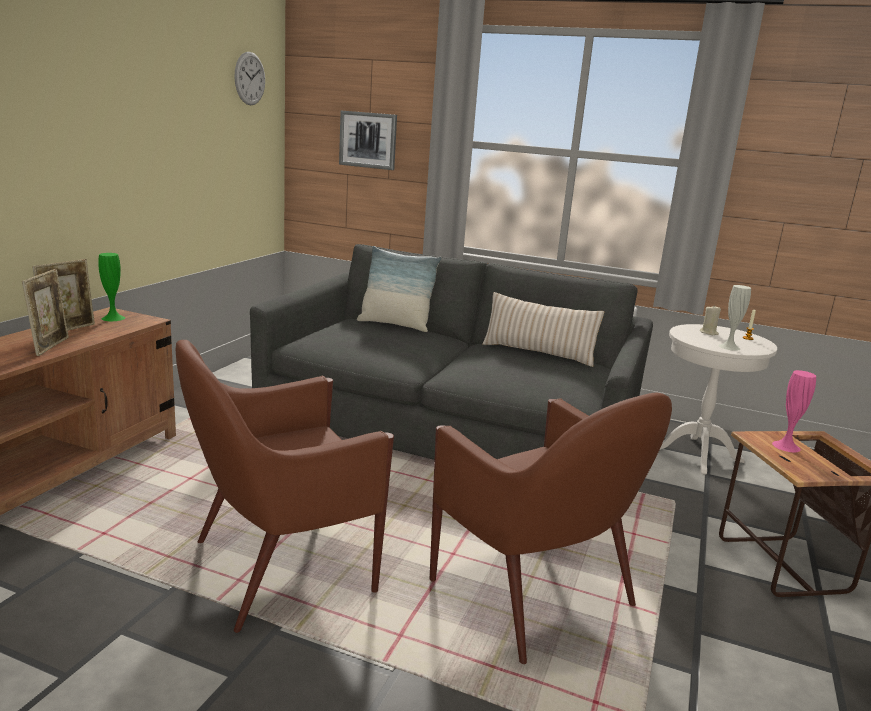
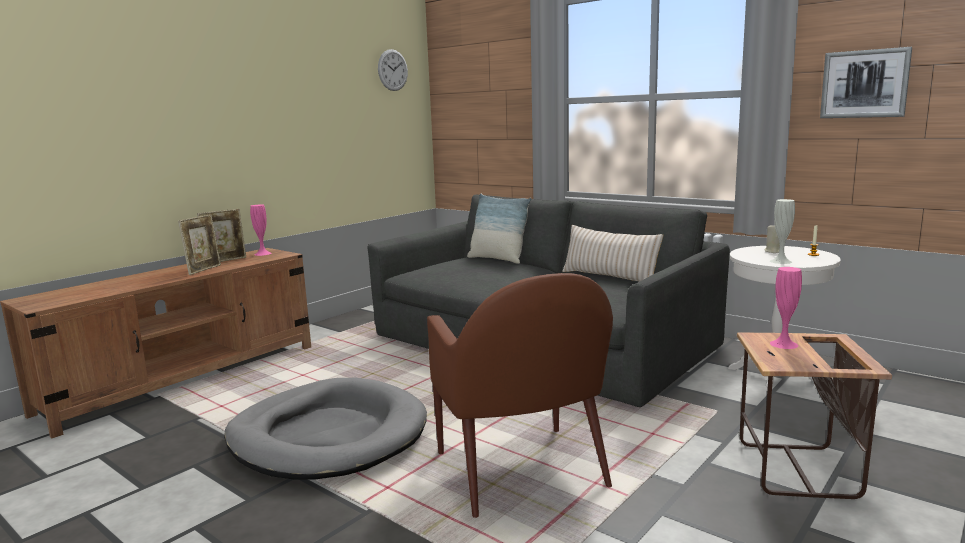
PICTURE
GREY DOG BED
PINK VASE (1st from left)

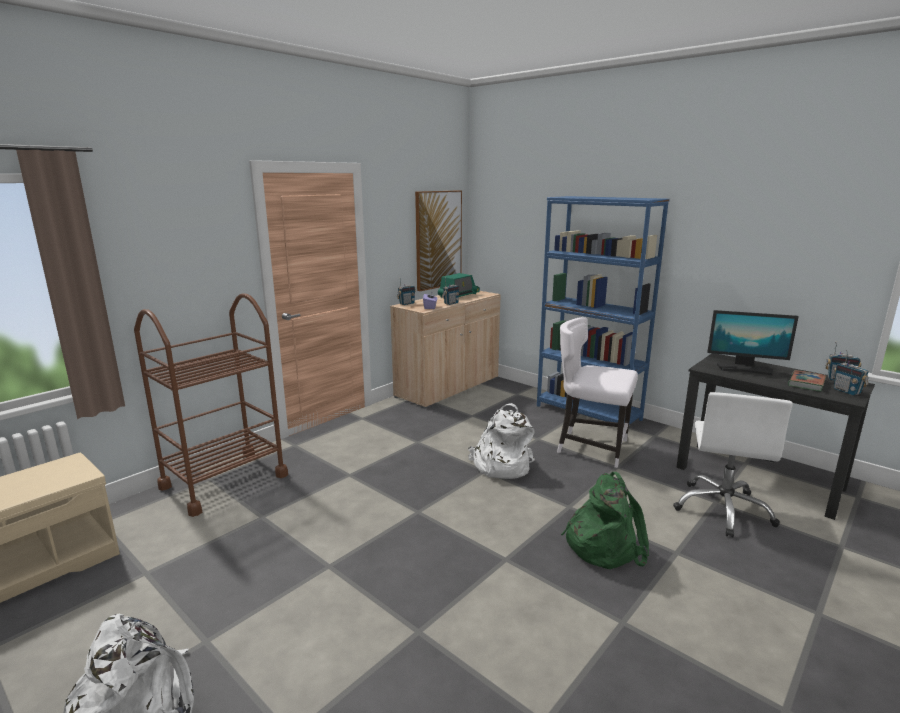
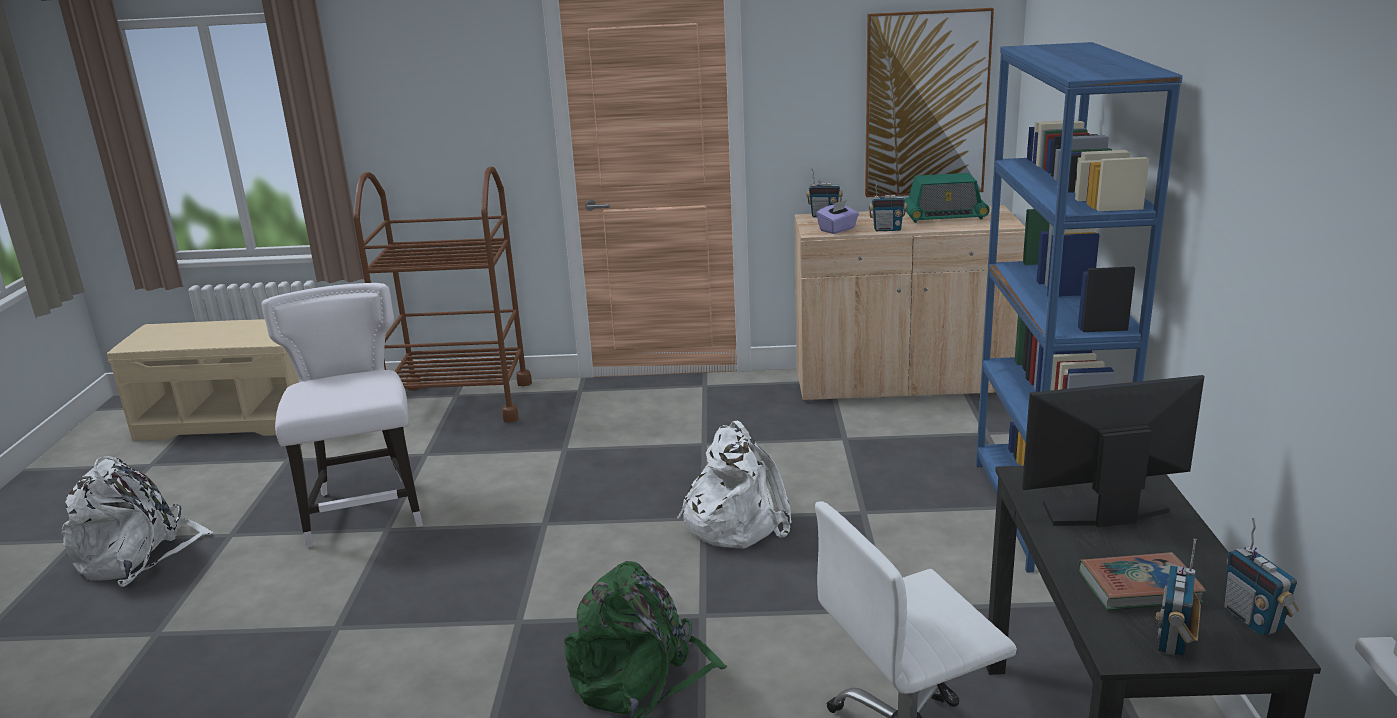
WHITE CHAIR
MONITOR

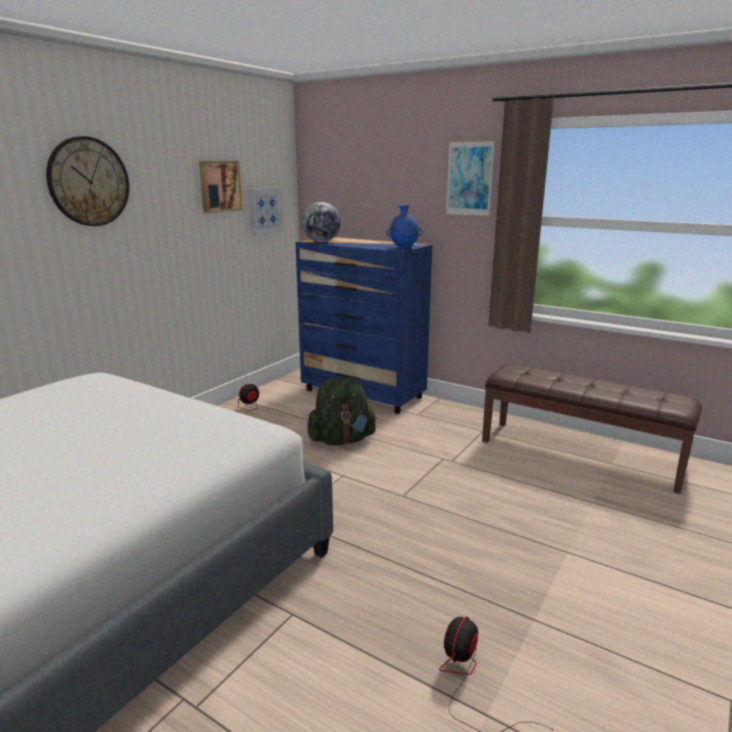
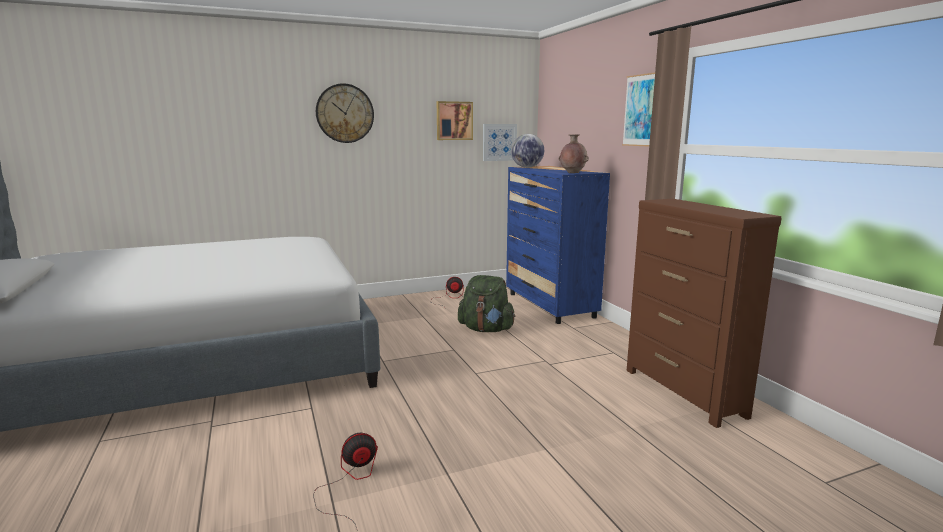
BROWN DRESSER
BROWN VASE

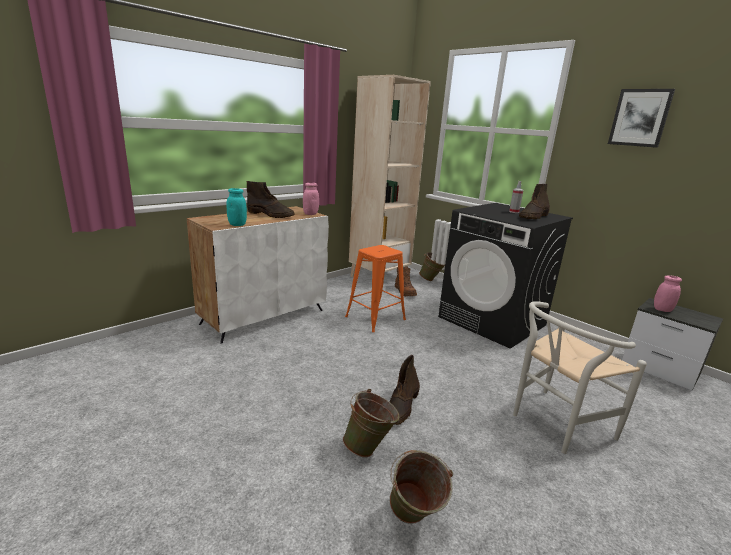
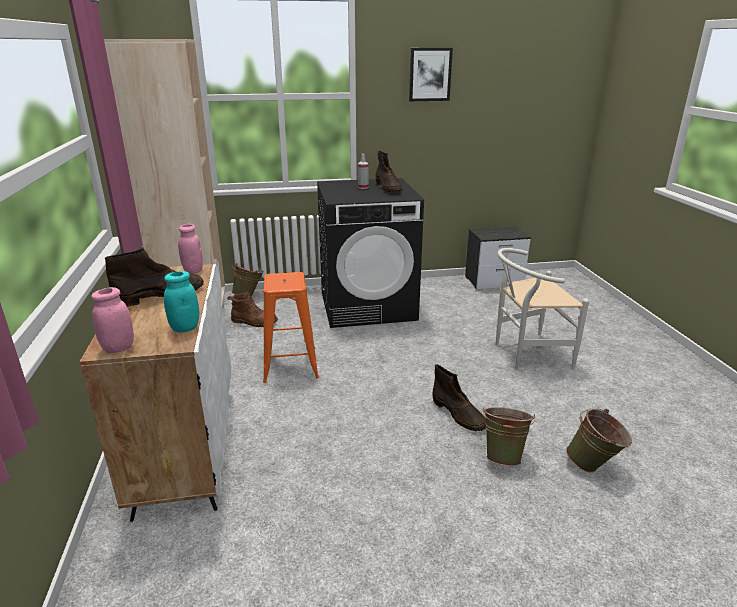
PINK JAR (1st from left)
WHITE CHAIR

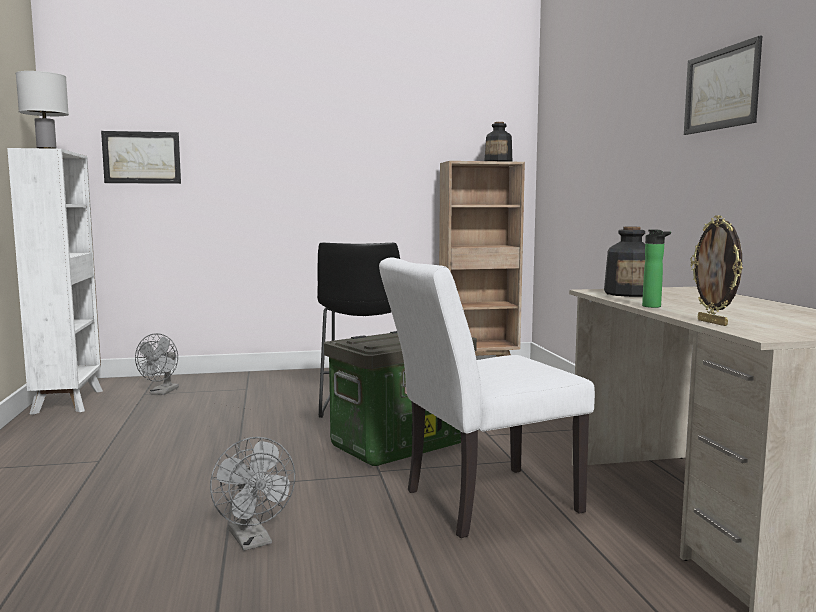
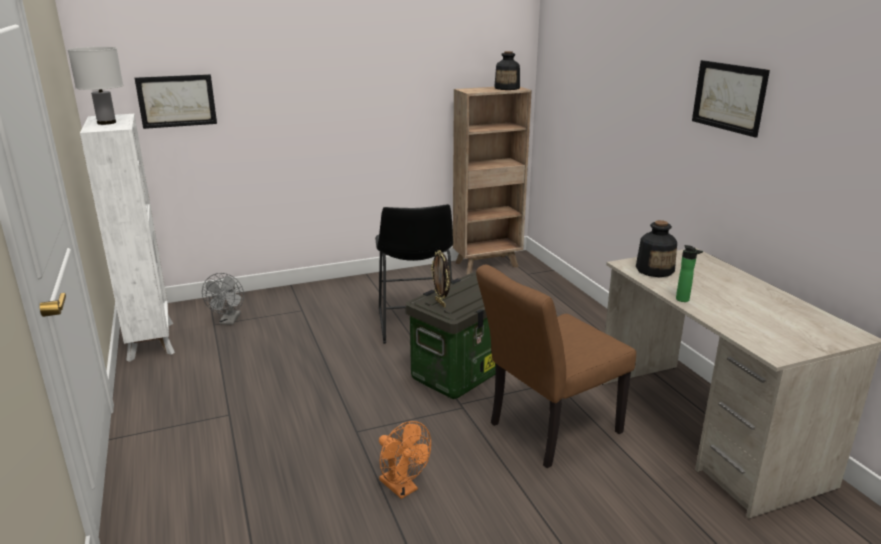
PICTURE FRAME
ORANGE FAN
BROWN CHAIR

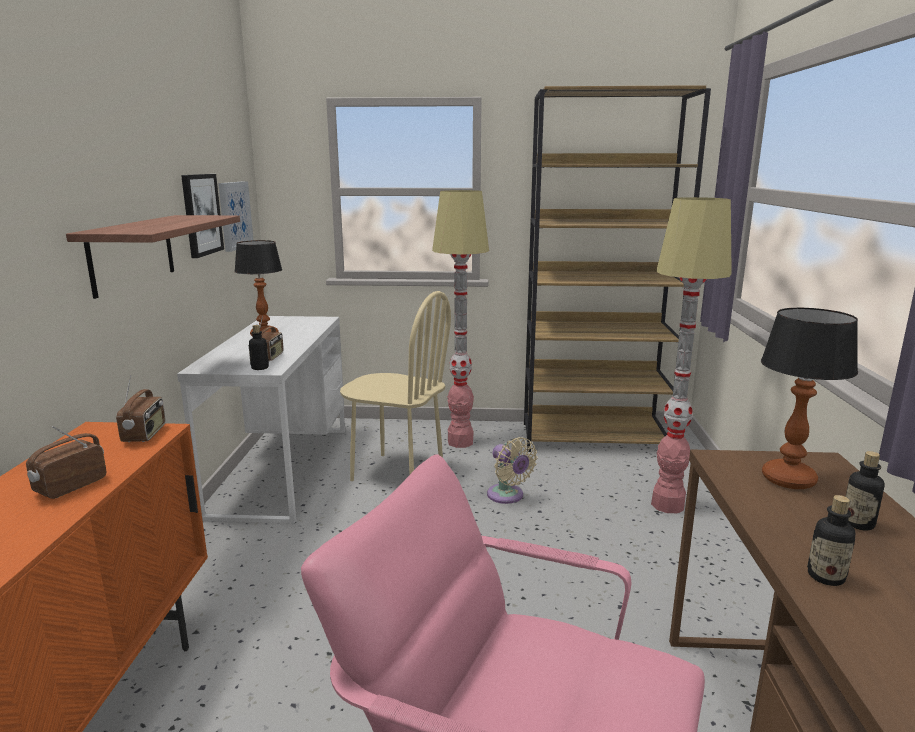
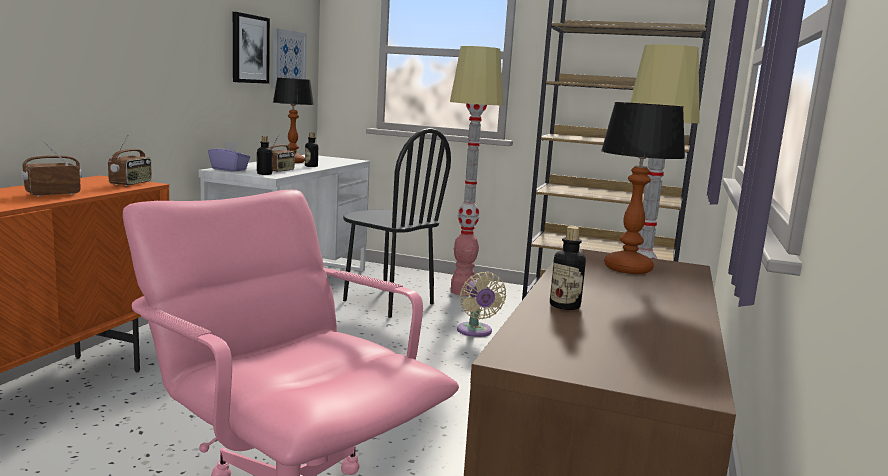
SHELF
PURPLE TISSUE BOX
BOTTLE (2nd from left)
BLACK CHAIR

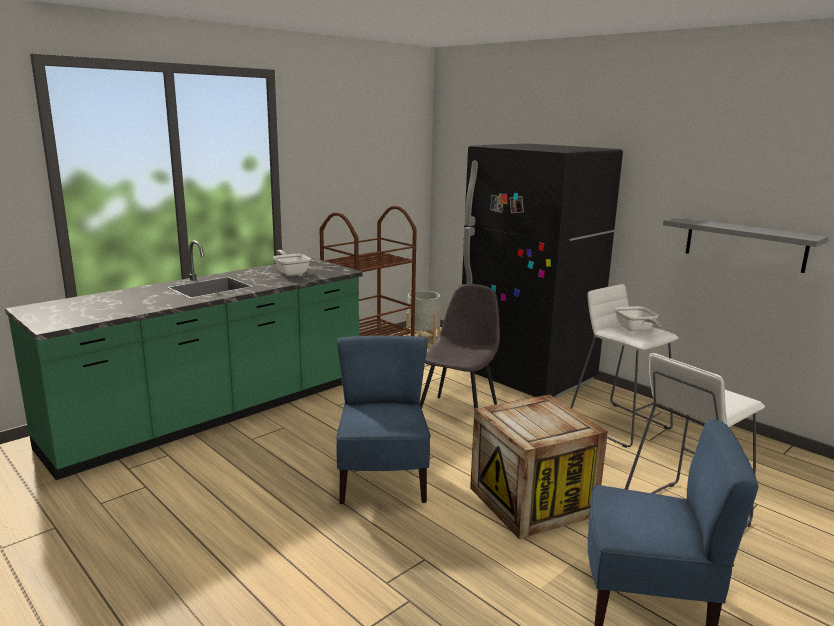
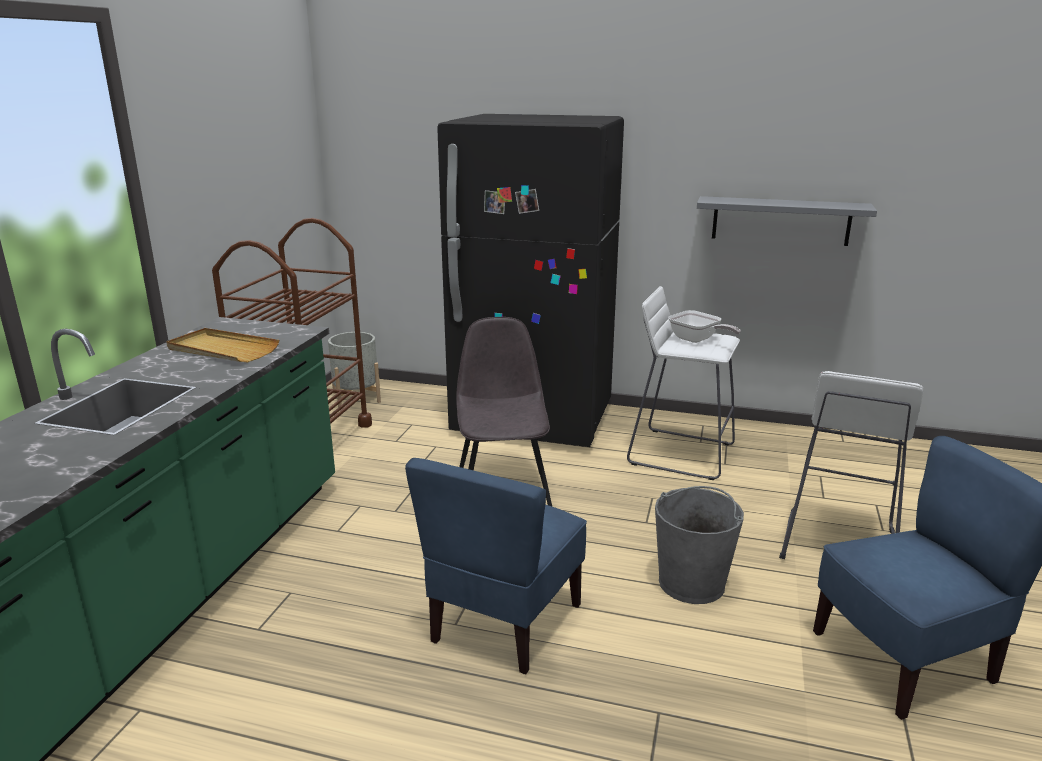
BEIGE TRAY
GREY BUCKET
BLUE CHAIR (1st from left)

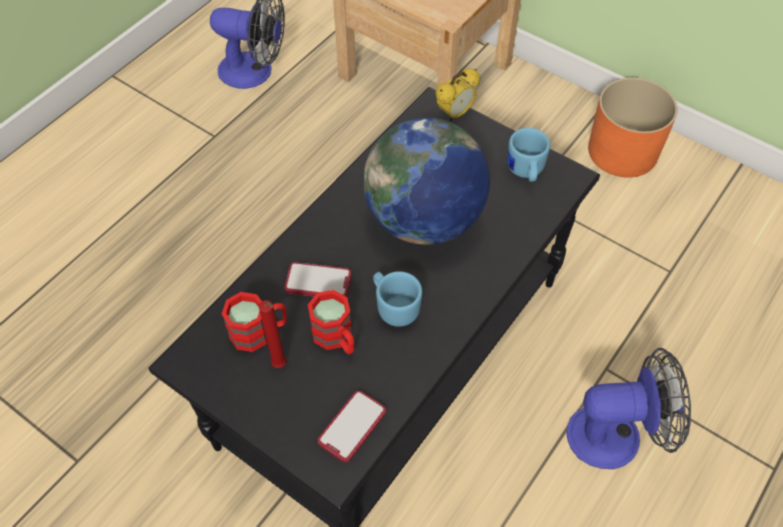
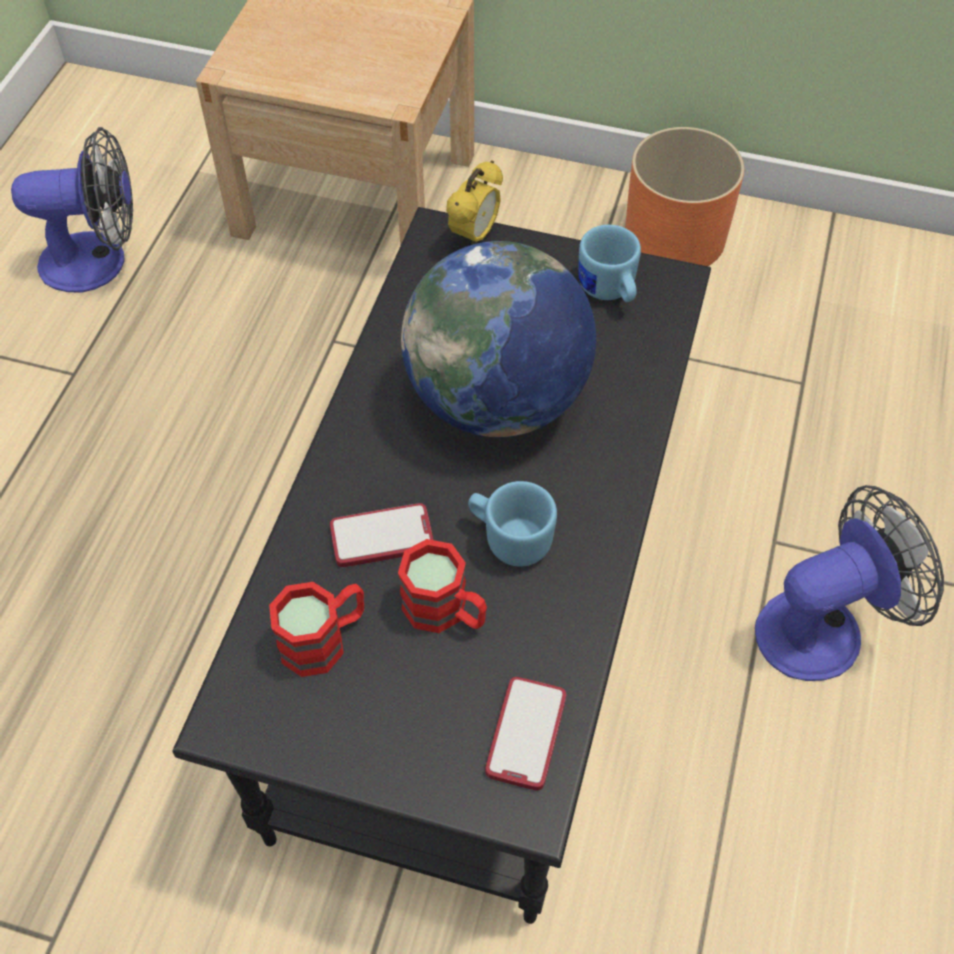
RED CANDLE

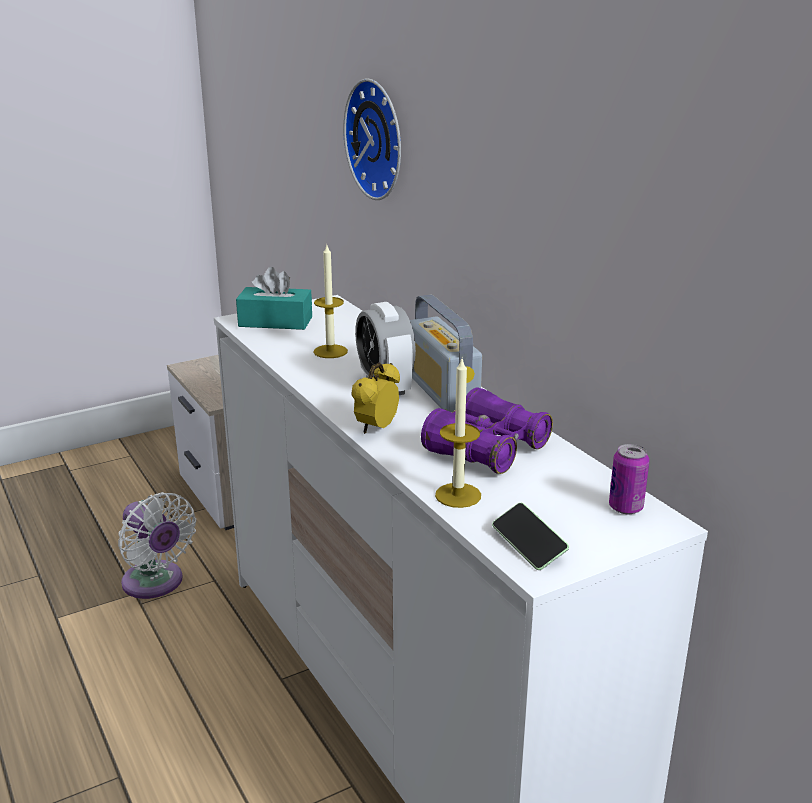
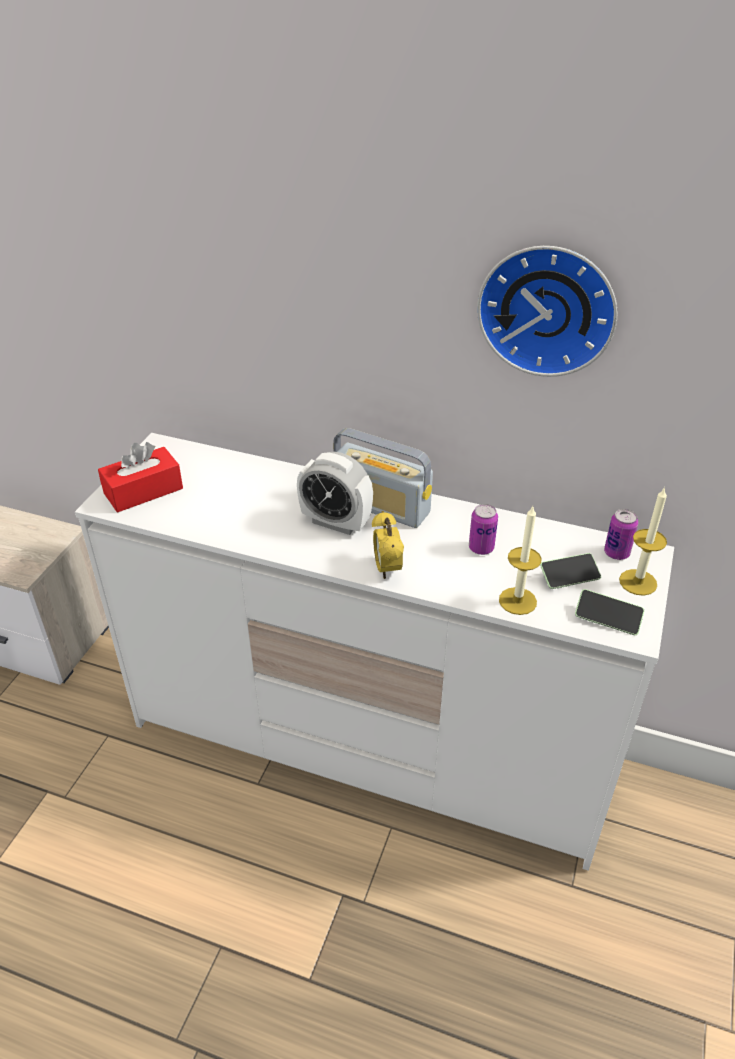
WHITE FAN
PHONE (1st from left)
CANDLE (2nd from left)
WALL CLOCK
CAN (1st from left)
RED TISSUE BOX

